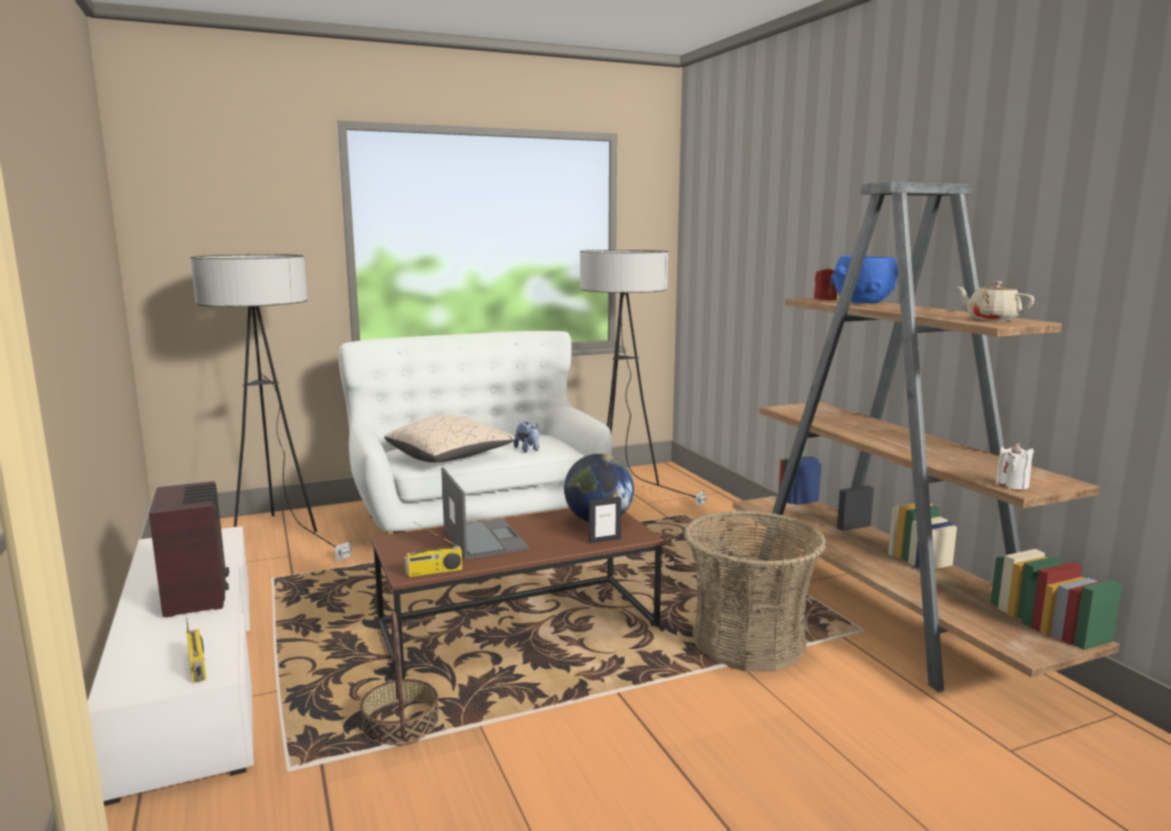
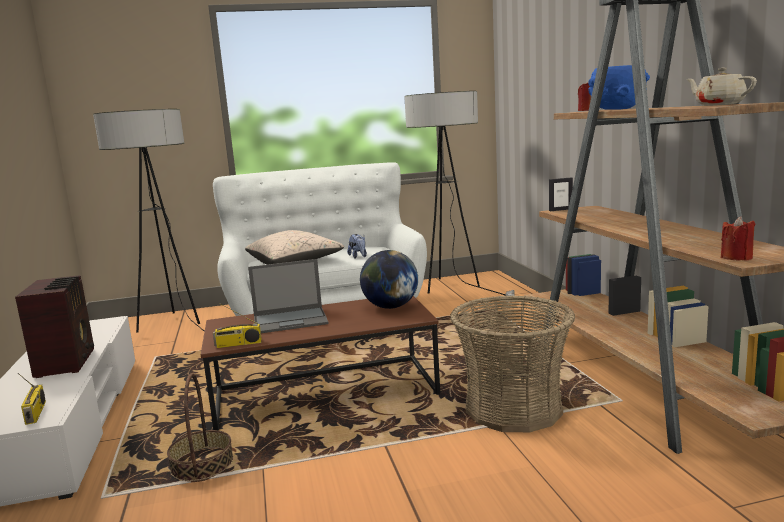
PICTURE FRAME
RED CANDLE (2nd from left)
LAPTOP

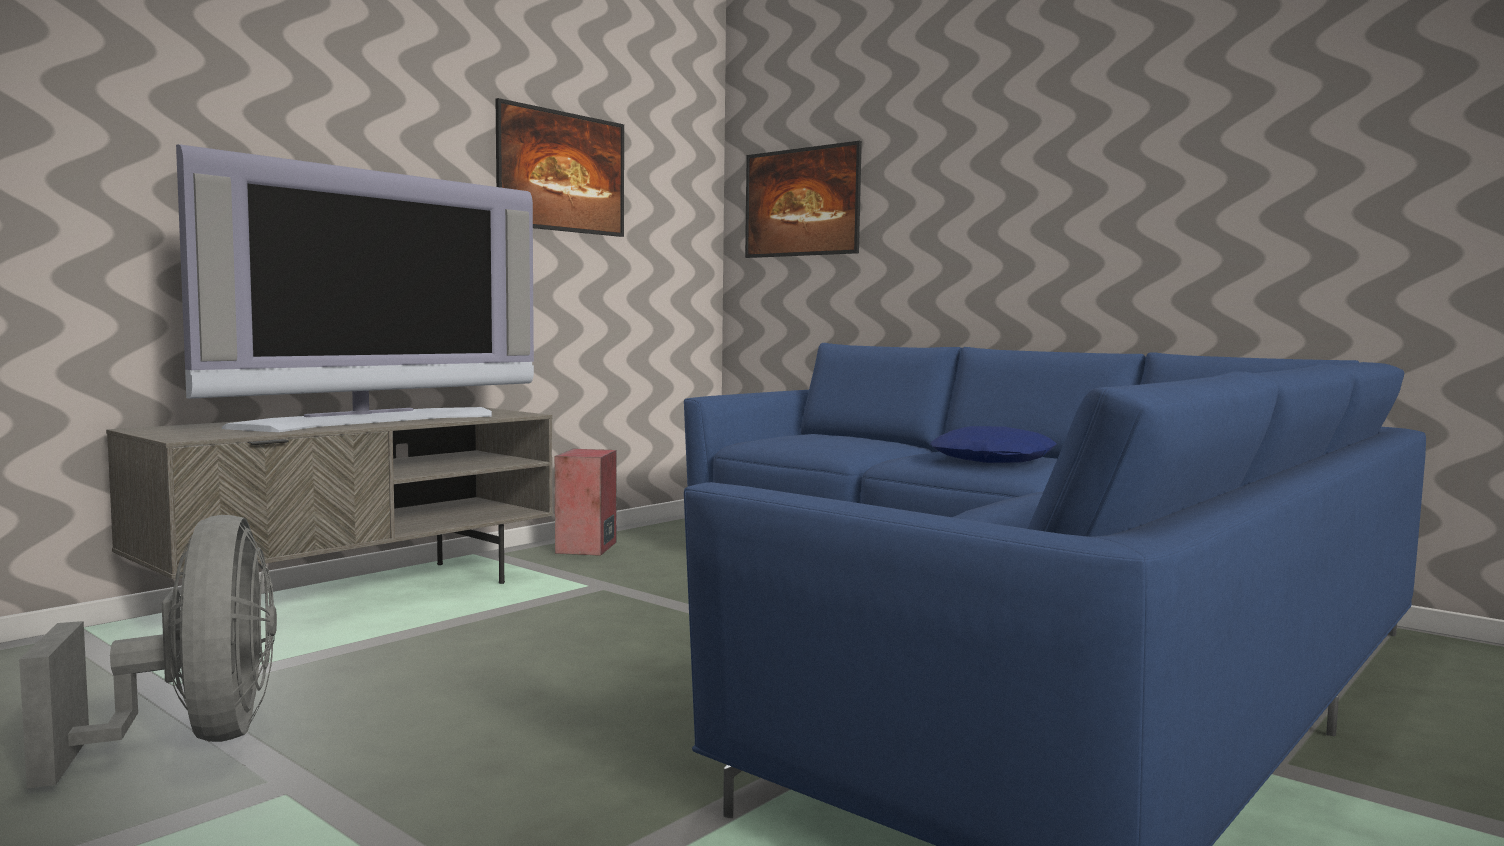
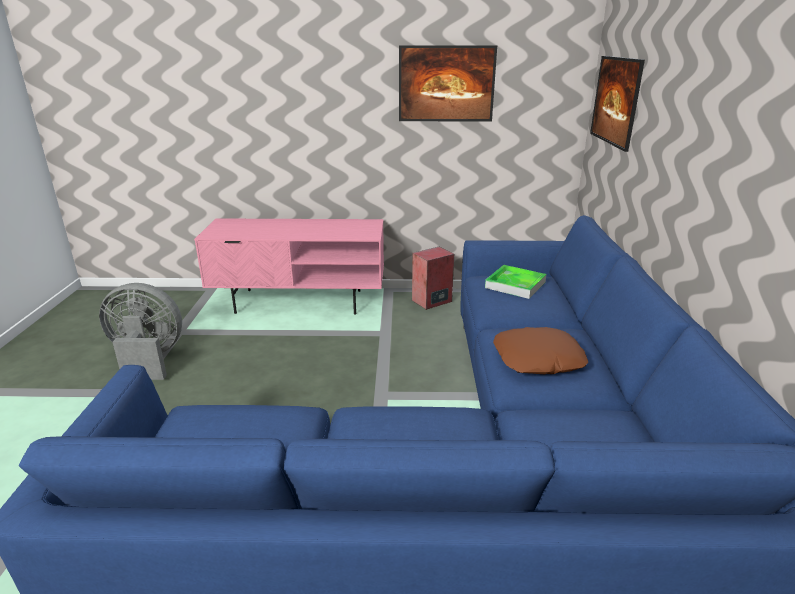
TELEVISION
TRAY
PINK TV STAND
BROWN PILLOW
GREY FAN

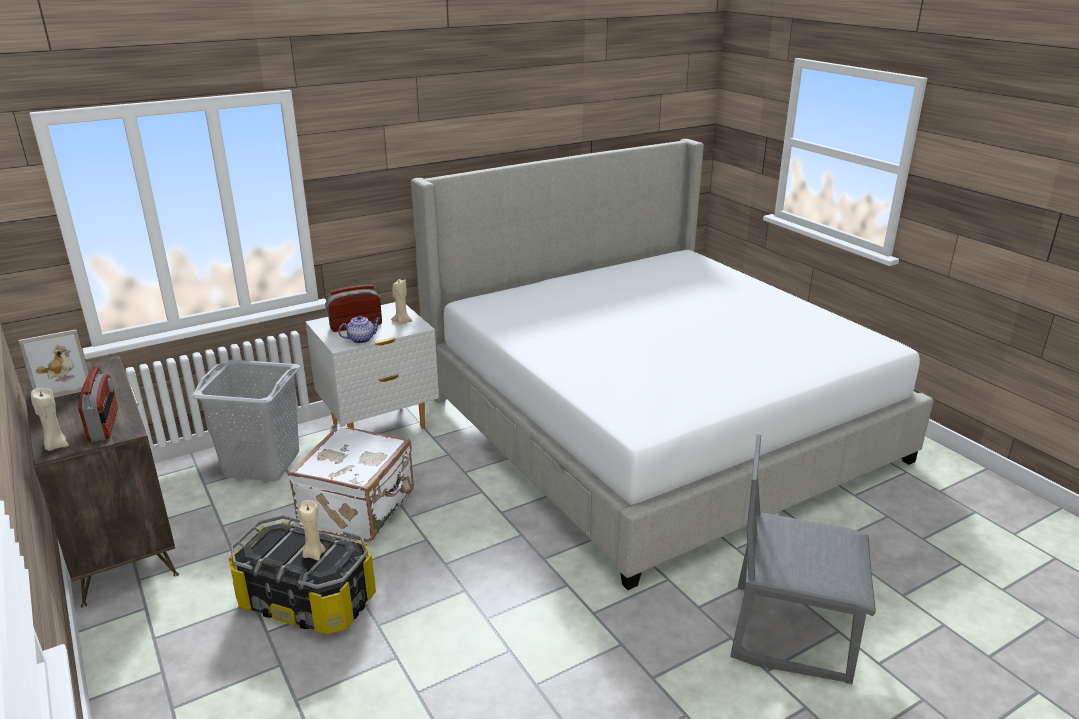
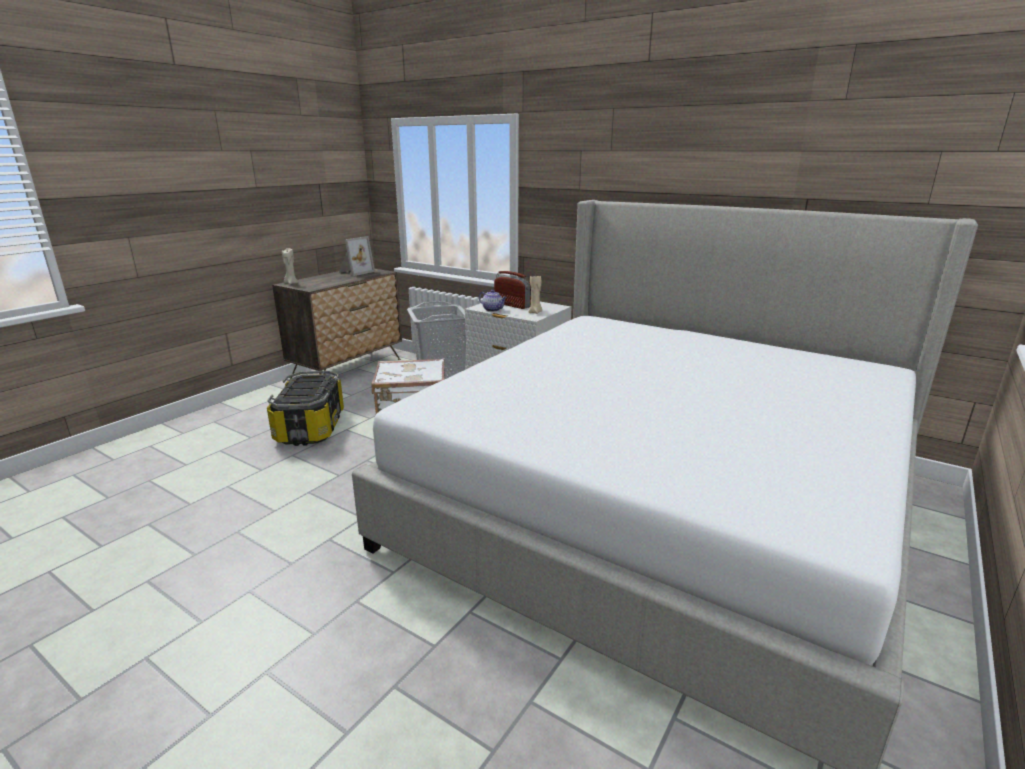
RADIO (1st from left in the first image)
BEIGE CANDLE (2nd from left in the first image)
GREY CHAIR
PICTURE FRAME

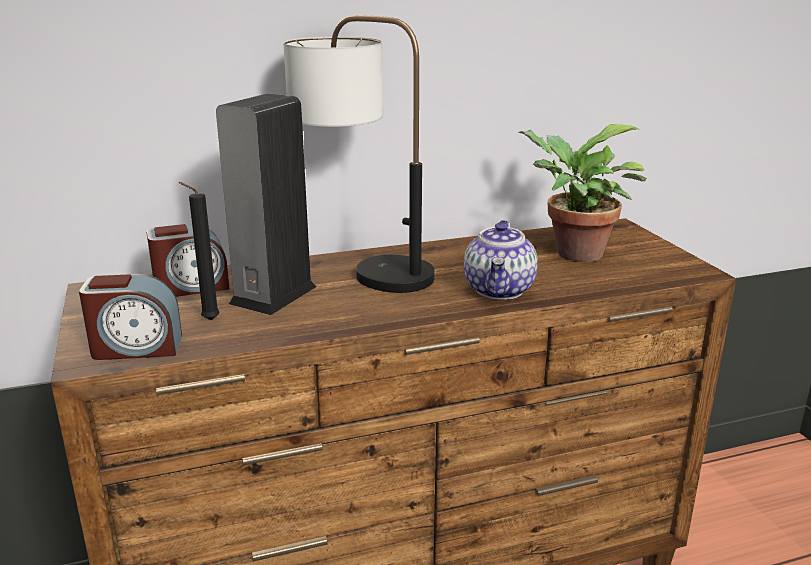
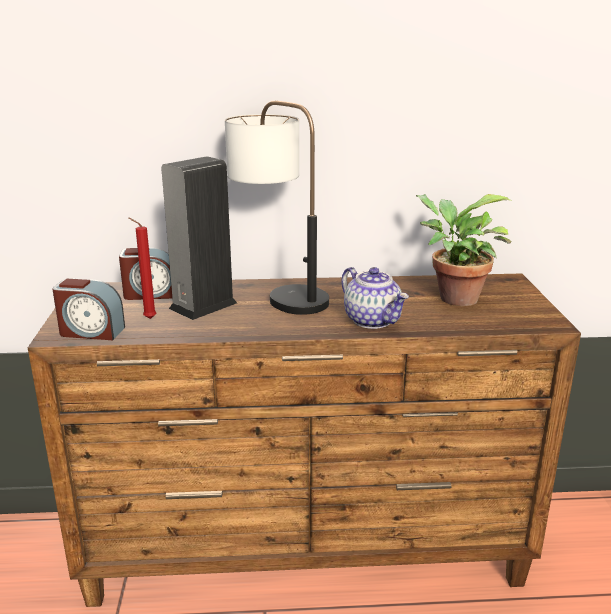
RED CANDLE
TEAPOT

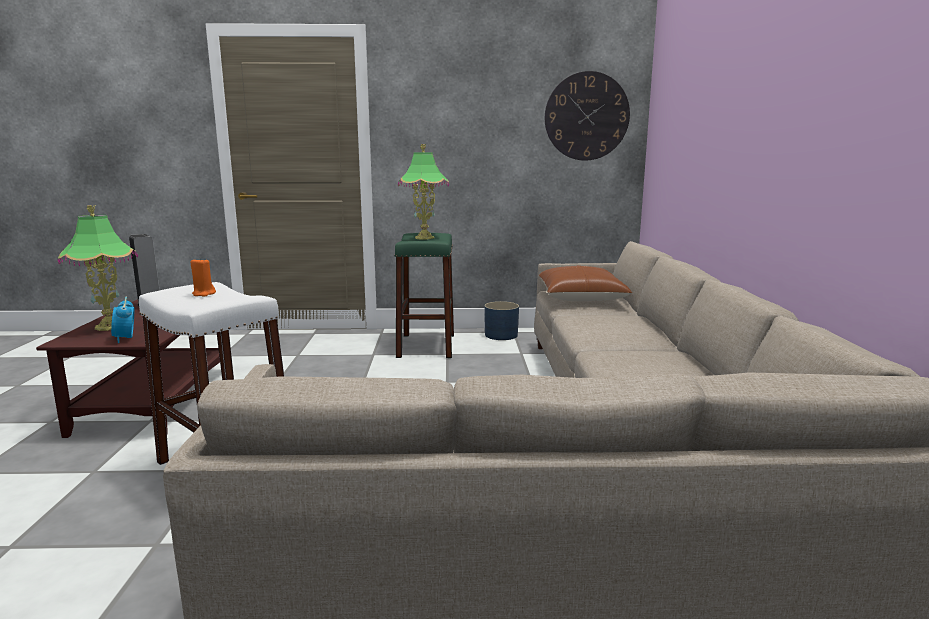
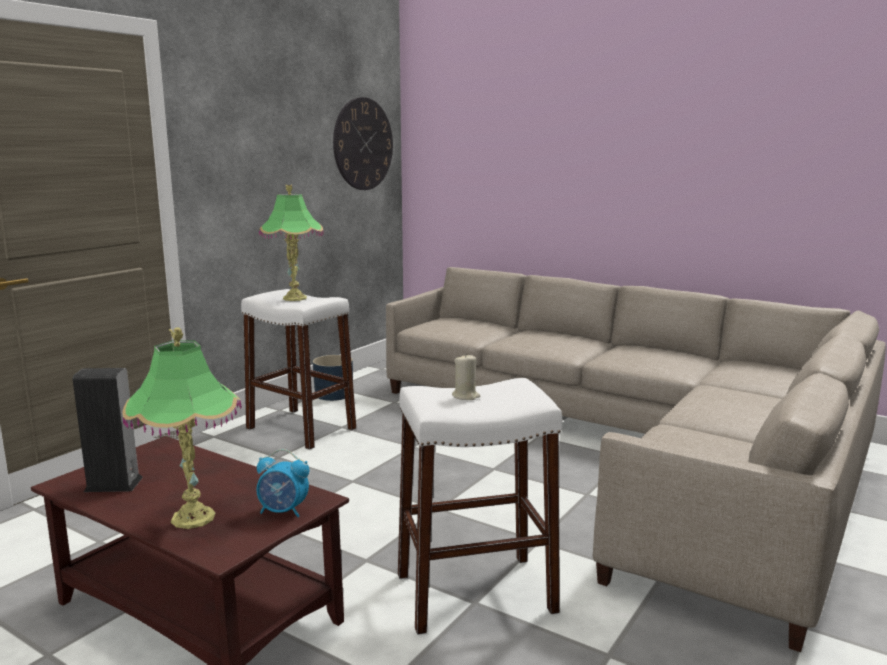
BROWN PILLOW
BEIGE CANDLE
WHITE STOOL (1st from left)

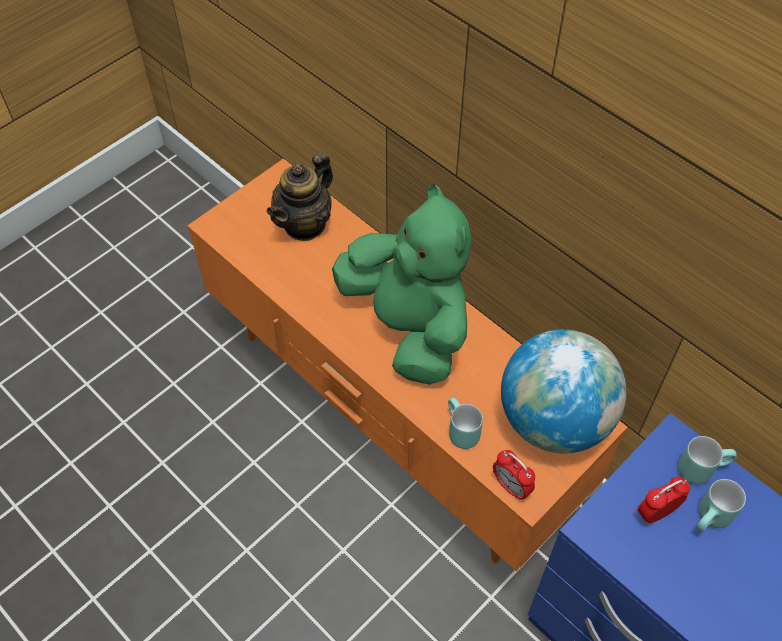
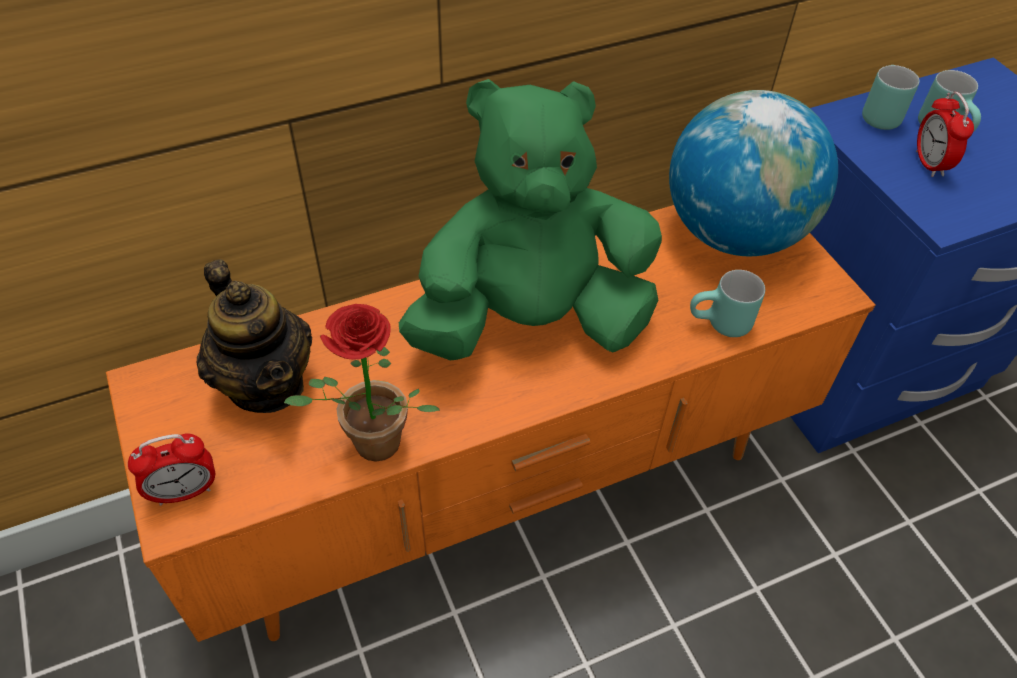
POTTED PLANT
ALARM CLOCK (1st from left)

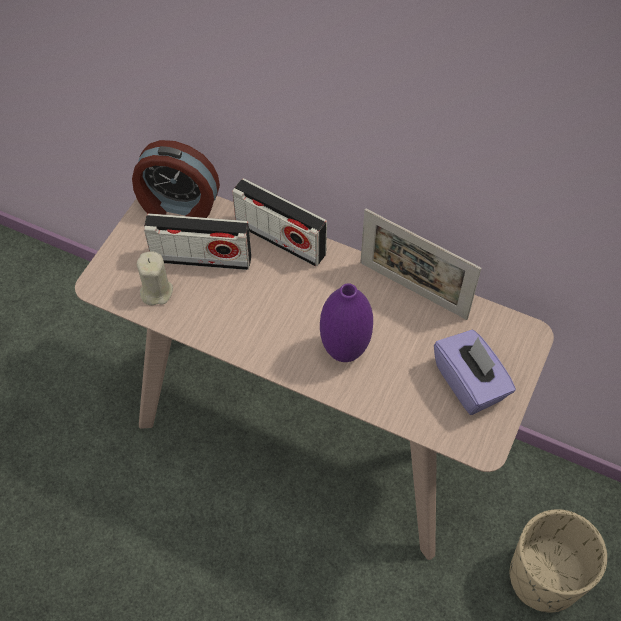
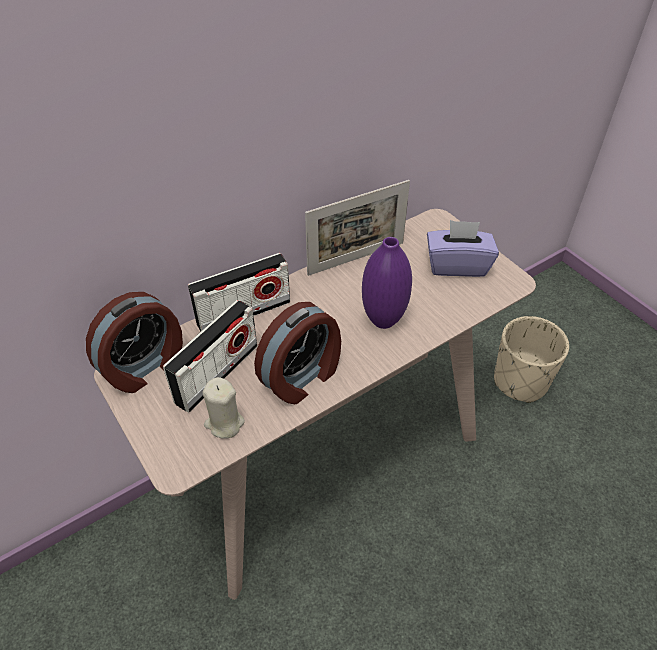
ALARM CLOCK (2nd from left)

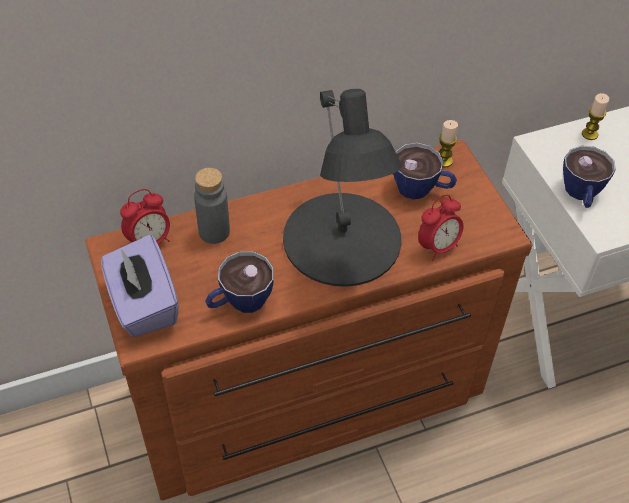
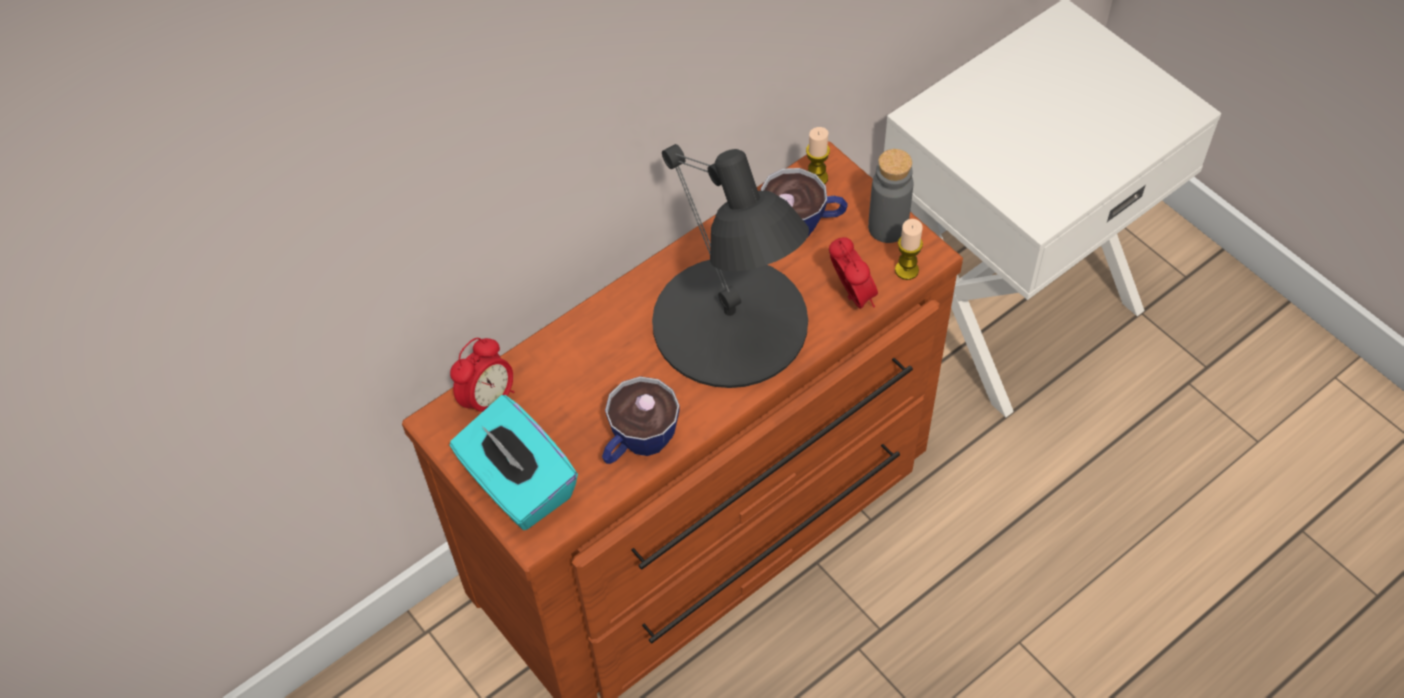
CUP (3rd from left in the first image)
GREY BOTTLE
CANDLE (2nd from left)
TURQUOISE TISSUE BOX
ALARM CLOCK (2nd from left)

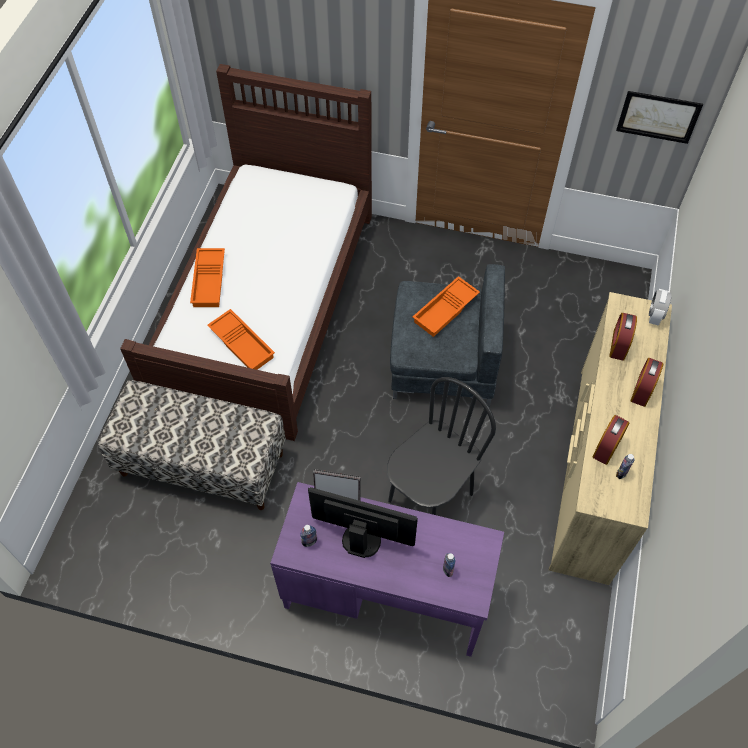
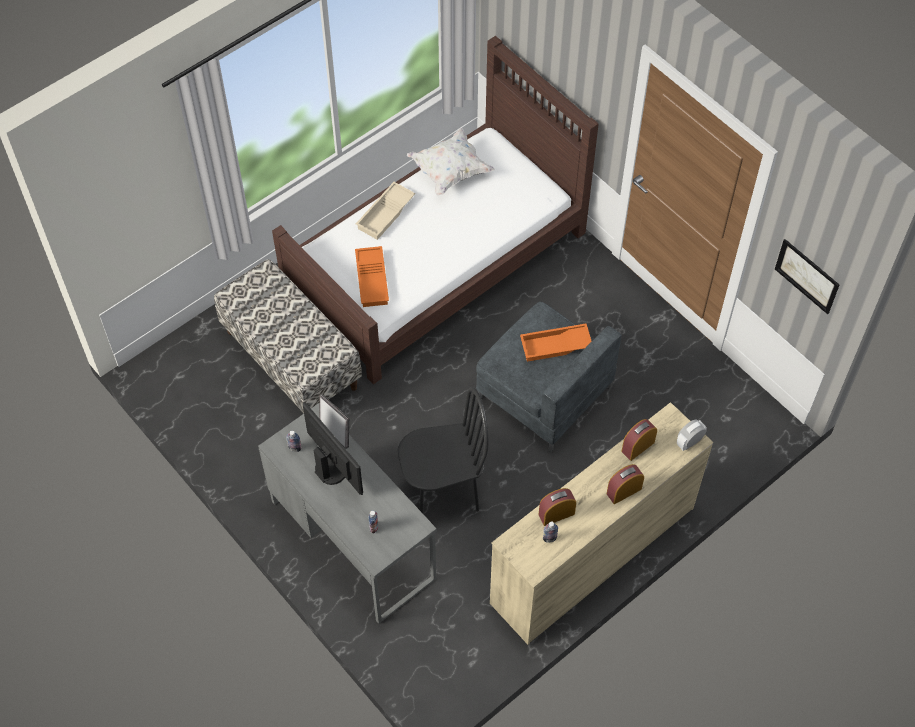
WHITE PILLOW
BEIGE TRAY
GREY DESK

